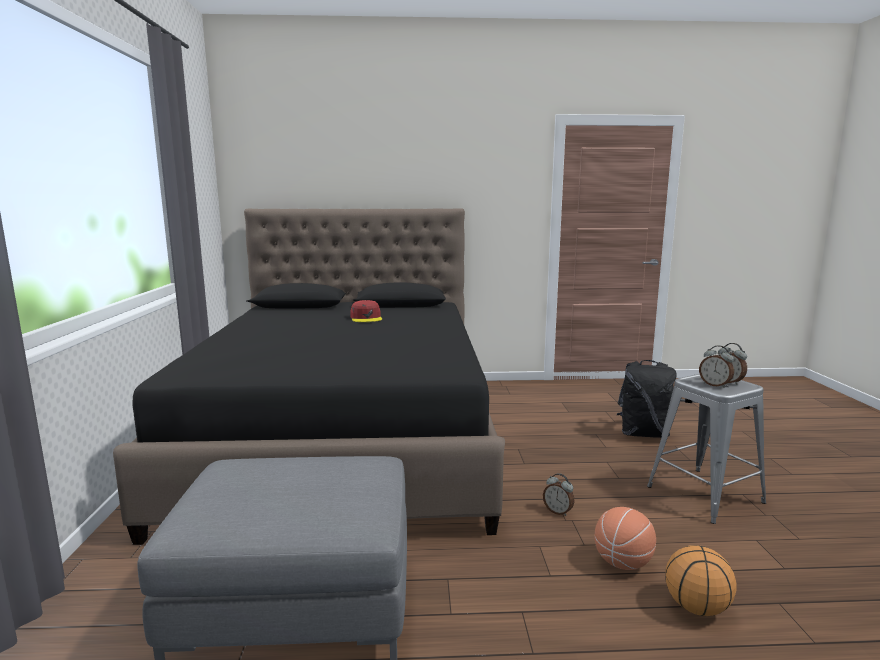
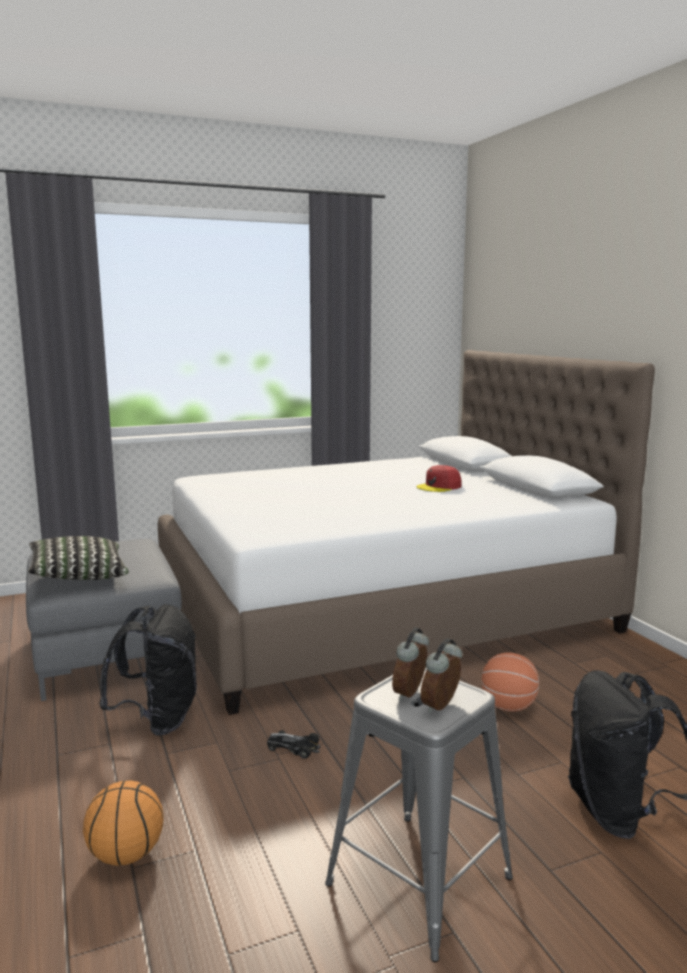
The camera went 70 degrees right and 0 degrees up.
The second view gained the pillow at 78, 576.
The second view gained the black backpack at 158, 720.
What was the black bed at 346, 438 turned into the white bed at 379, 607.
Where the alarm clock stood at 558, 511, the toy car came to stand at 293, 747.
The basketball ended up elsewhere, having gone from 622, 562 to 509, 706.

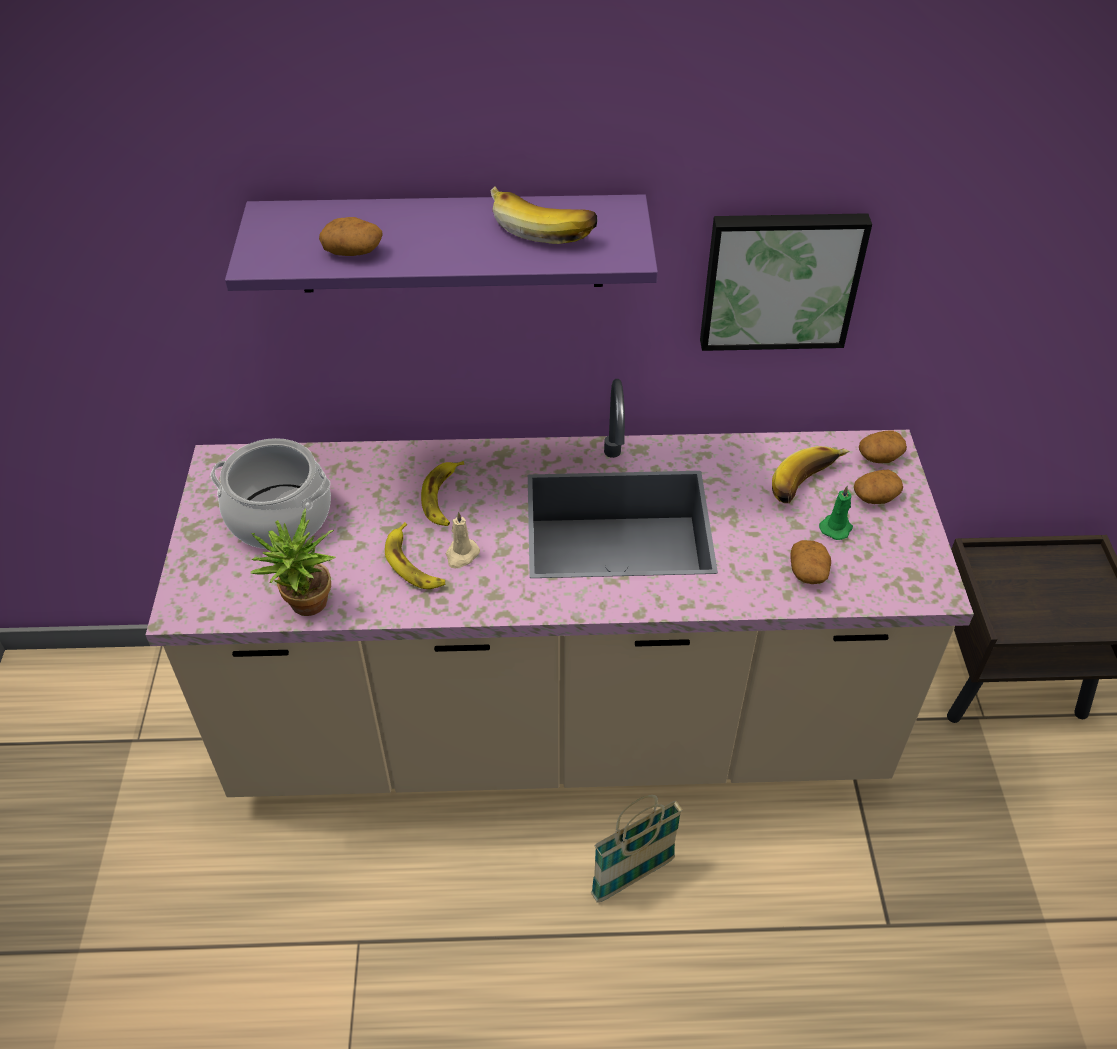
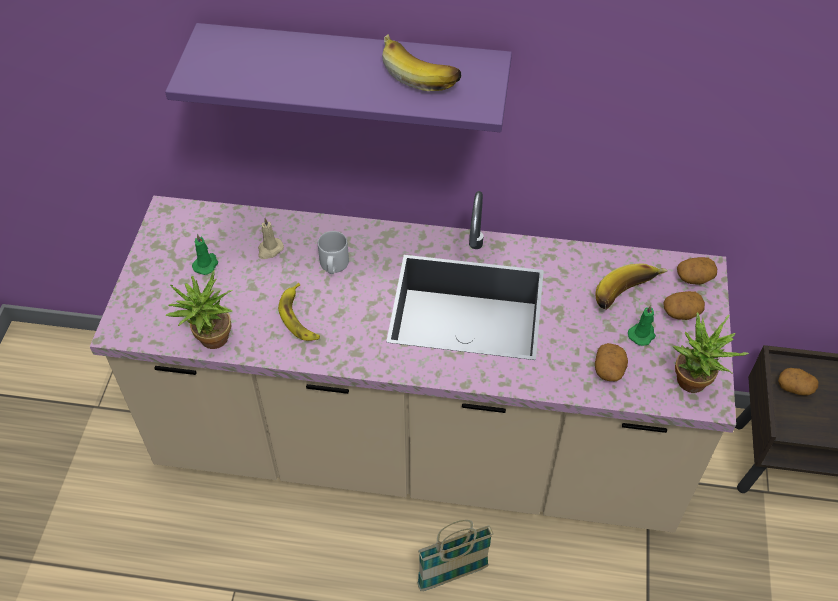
The camera went 10 degrees right and 5 degrees up.
Where the cooking pot stood at 280, 516, the green candle came to stand at 206, 264.
The beige candle ended up elsewhere, having gone from 461, 555 to 269, 250.
Where the banana stood at 443, 497, the grey mug came to stand at 333, 265.
The second view gained the potted plant at 694, 386.
The potato ended up elsewhere, having gone from 353, 251 to 795, 387.
The second view lost the picture at 780, 279.

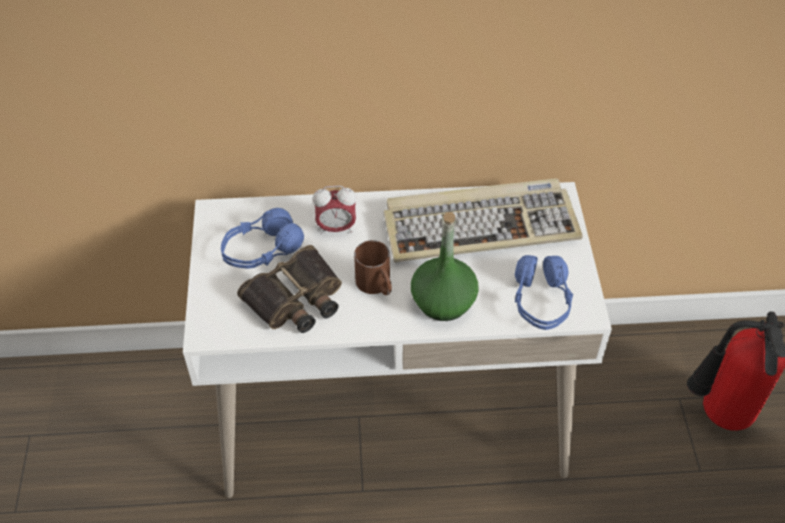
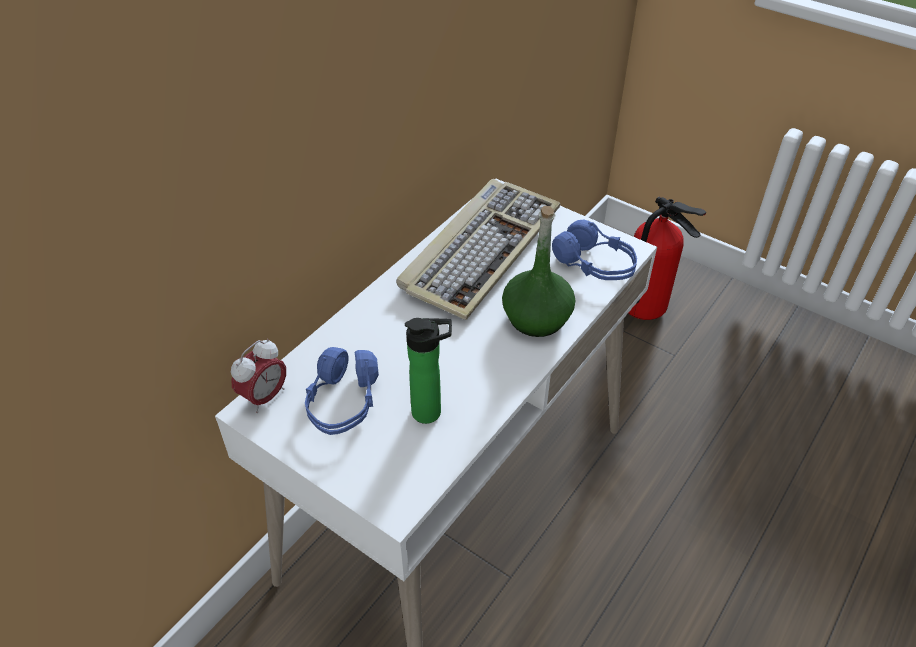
The camera went 50 degrees left and 5 degrees down.
The alarm clock ended up elsewhere, having gone from 336, 228 to 264, 397.
Where the binoculars stood at 296, 300, the bottle came to stand at 431, 412.
The second view lost the brown mug at 376, 285.

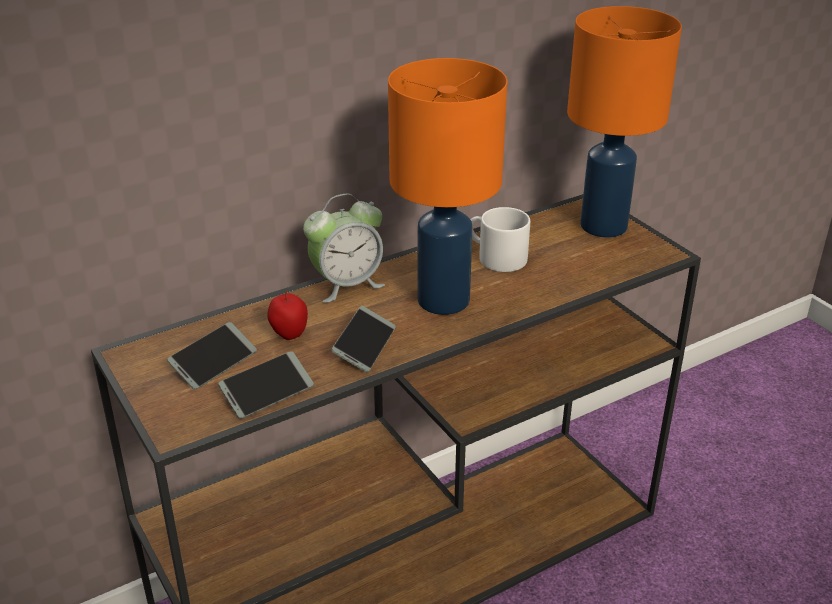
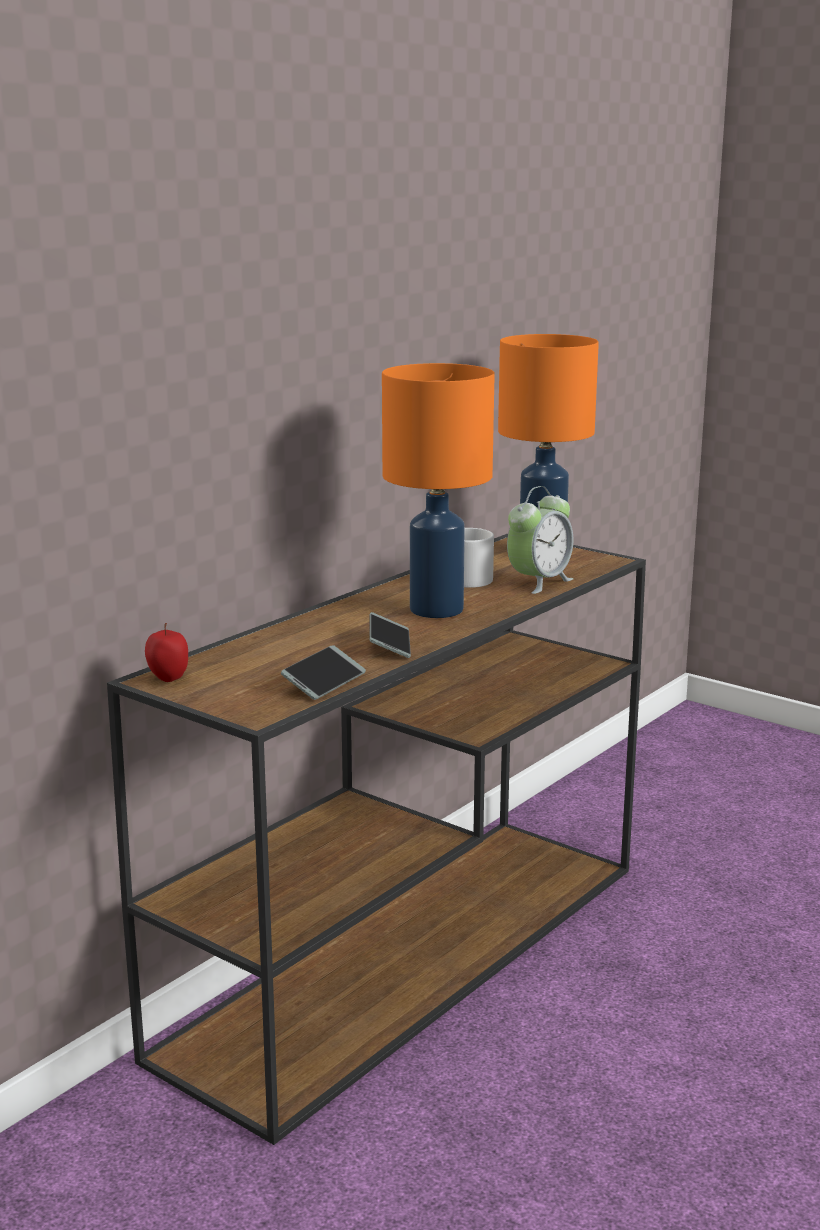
The camera went 20 degrees left and 15 degrees down.
The apple ended up elsewhere, having gone from 289, 335 to 168, 679.
The alarm clock ended up elsewhere, having gone from 347, 285 to 539, 582.
The second view lost the phone at 213, 363.

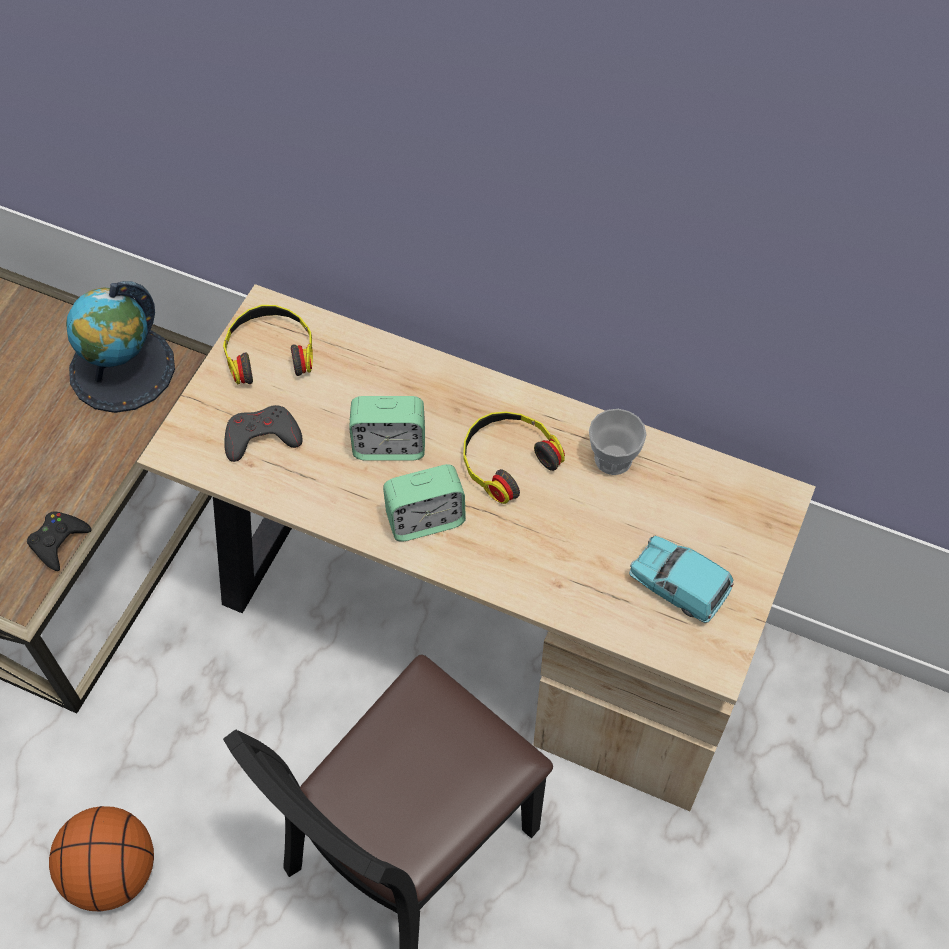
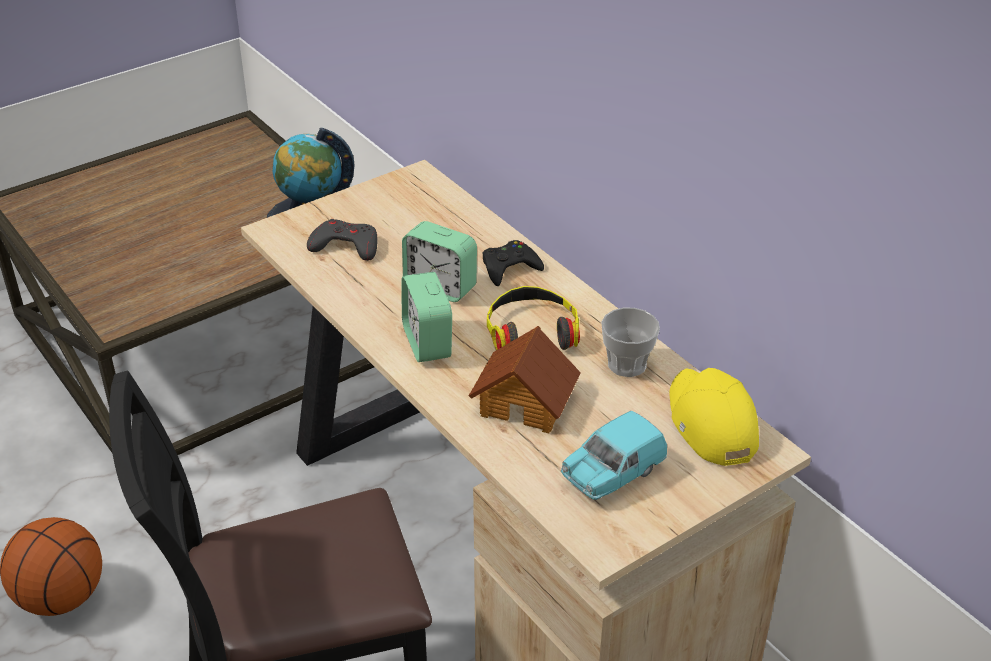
The camera went 30 degrees right and 20 degrees down.
The alarm clock at 425, 520 ended up facing another way, 60 degrees clockwise from before.
The second view gained the toy house at 526, 402.
The black game controller ended up elsewhere, having gone from 58, 542 to 509, 268.
The turquoise toy car at 678, 587 ended up facing another way, 105 degrees counterclockwise from before.
The second view gained the yellow cap at 710, 424.
The second view lost the headphones at 269, 351.

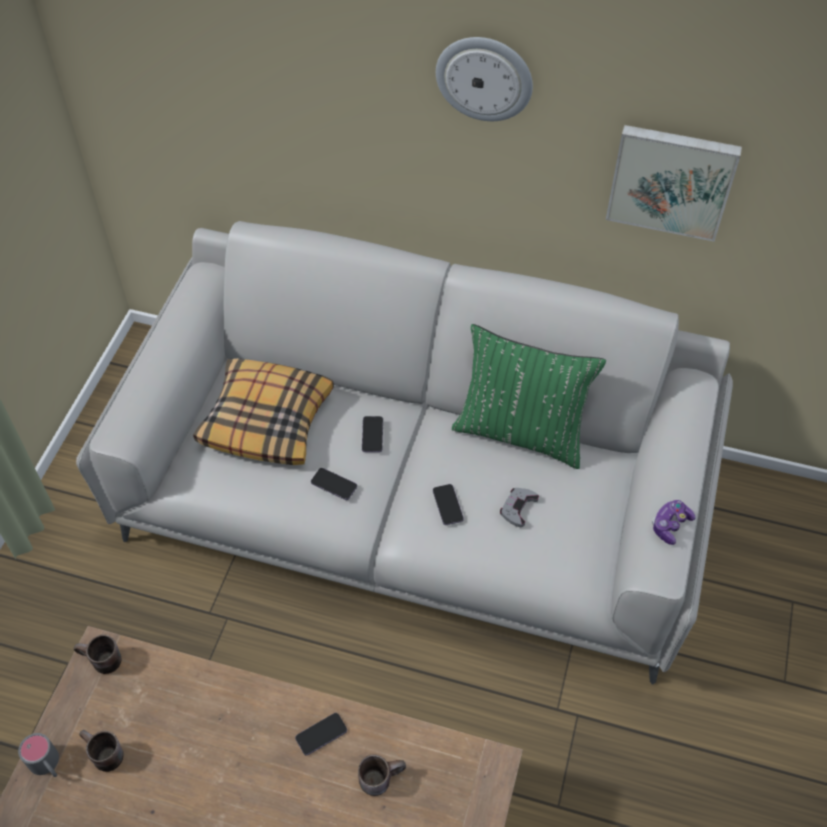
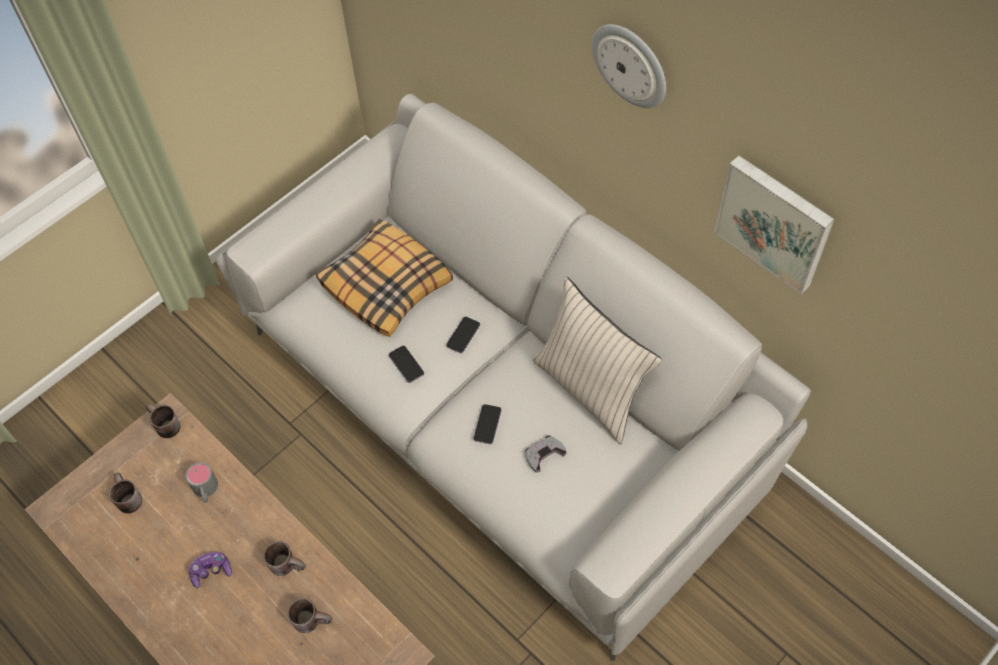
The camera went 30 degrees right and 5 degrees up.
The grey mug ended up elsewhere, having gone from 47, 765 to 206, 491.
The game controller ended up elsewhere, having gone from 670, 525 to 211, 571.
Where the phone stood at 321, 734, the brown mug came to stand at 288, 563.
What was the green pillow at 521, 432 turned into the beige pillow at 590, 389.

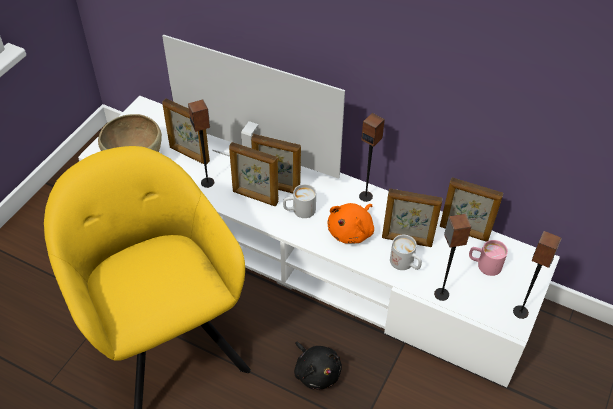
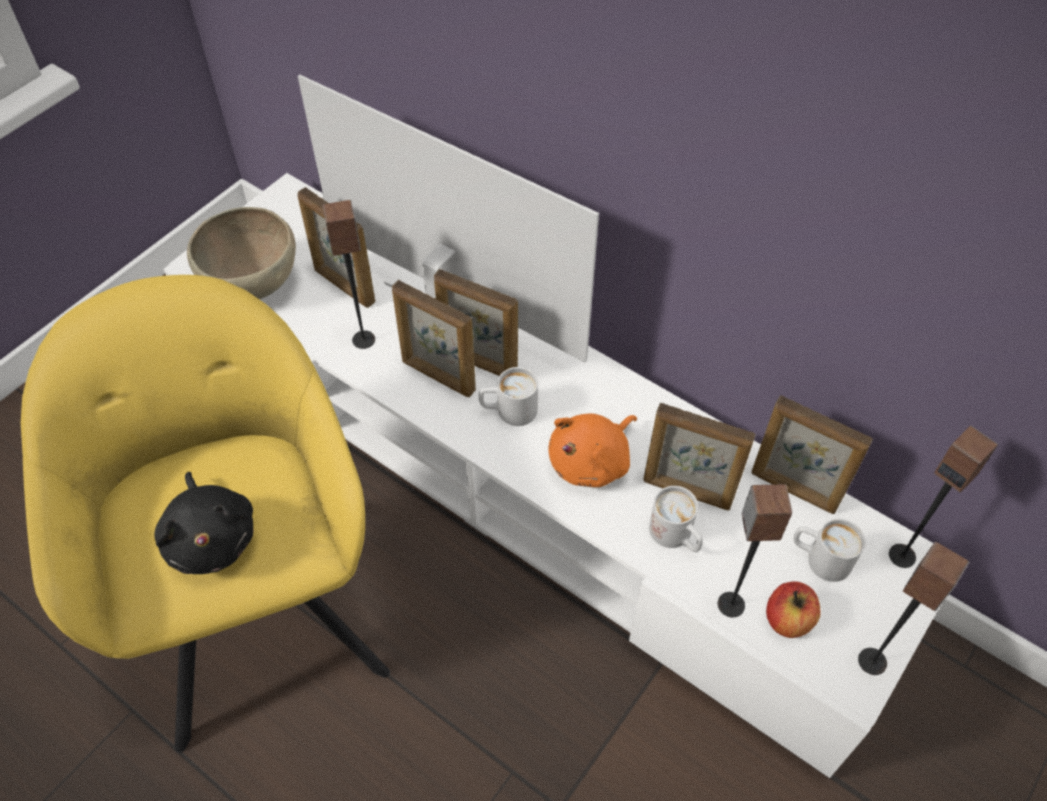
The camera went 10 degrees right and 5 degrees up.
The black plush toy ended up elsewhere, having gone from 316, 372 to 211, 538.
The second view gained the apple at 788, 619.
What was the pink mug at 484, 265 turned into the white mug at 819, 558.
The speaker ended up elsewhere, having gone from 366, 196 to 902, 555.

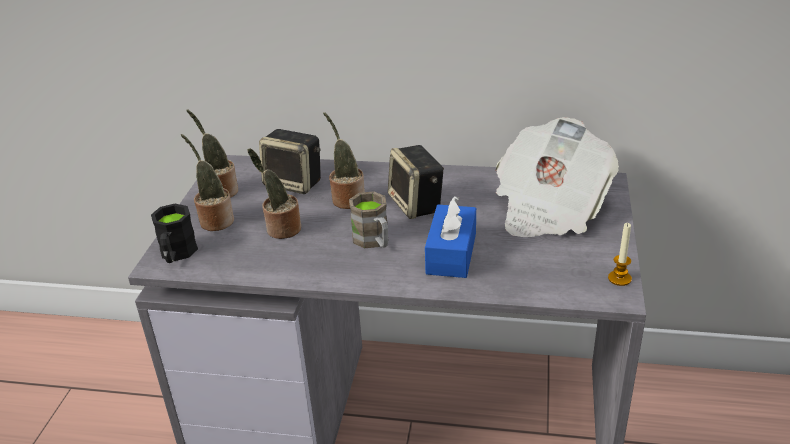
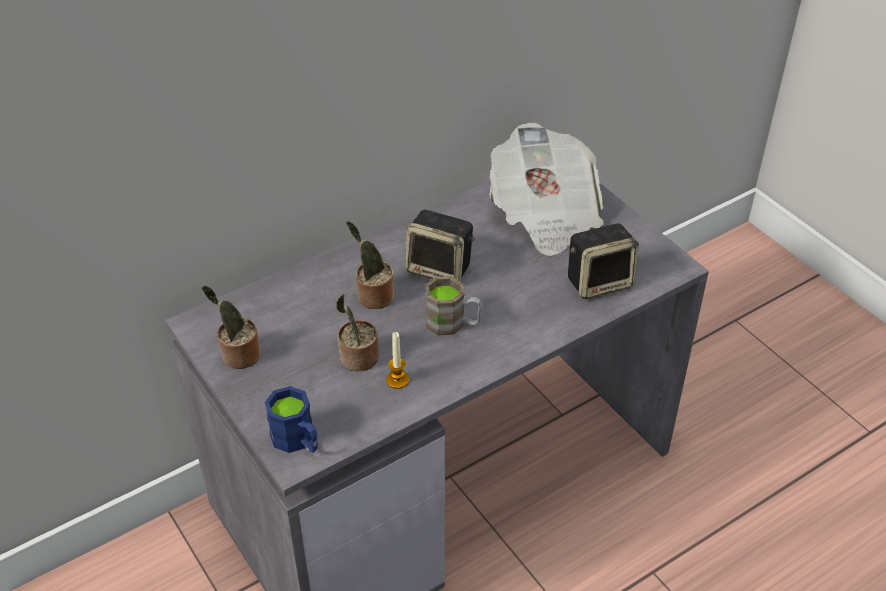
The camera went 45 degrees left and 10 degrees up.
What was the black mug at 177, 254 turned into the blue mug at 298, 441.
The candle ended up elsewhere, having gone from 619, 278 to 397, 380.
The speaker ended up elsewhere, having gone from 295, 183 to 599, 281.
The second view lost the potted plant at 215, 221.
The second view lost the blue tissue box at 451, 253.

